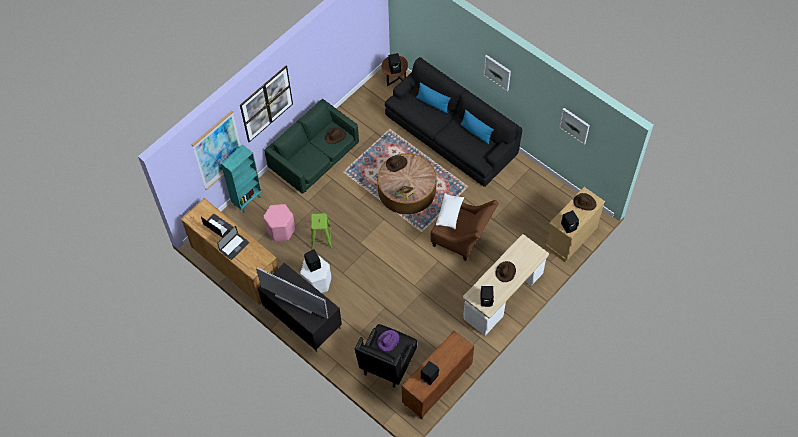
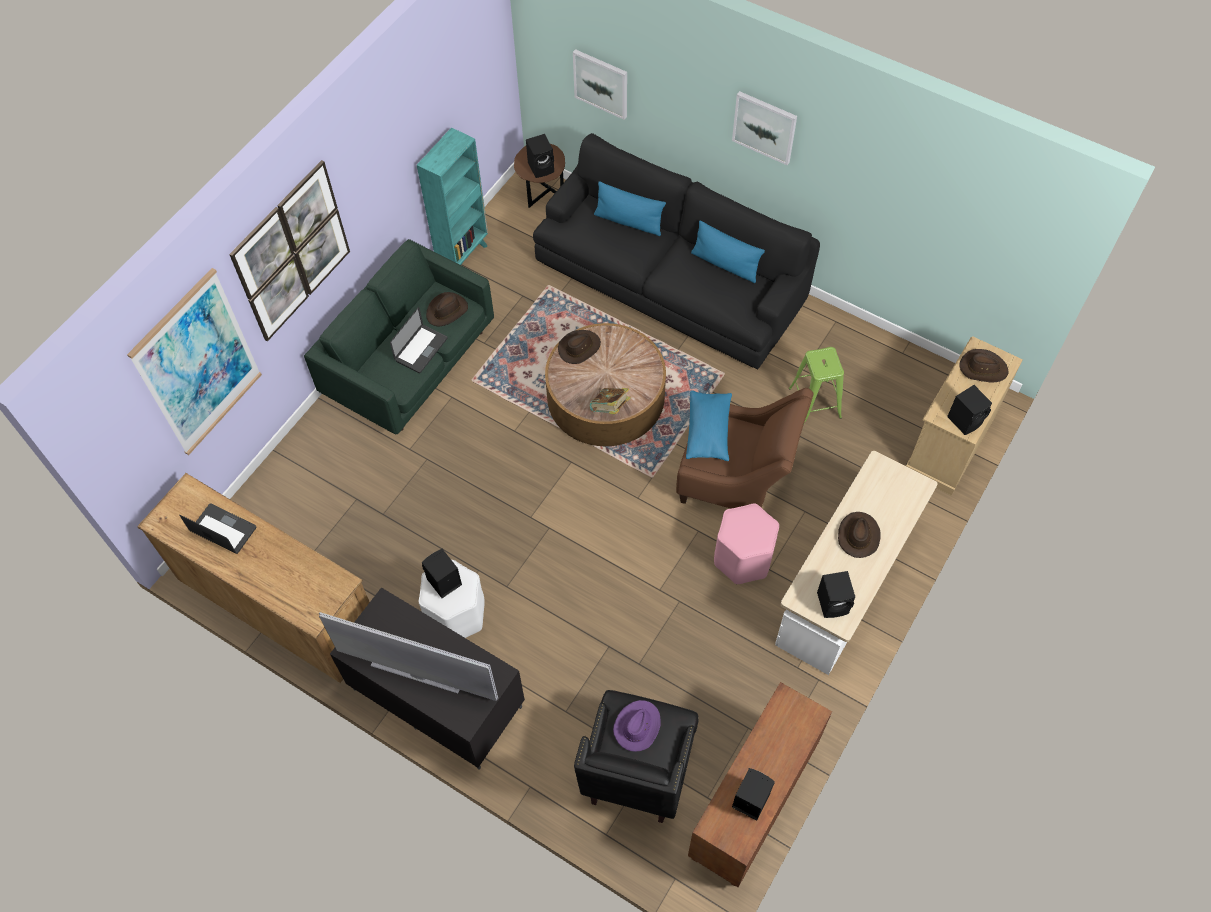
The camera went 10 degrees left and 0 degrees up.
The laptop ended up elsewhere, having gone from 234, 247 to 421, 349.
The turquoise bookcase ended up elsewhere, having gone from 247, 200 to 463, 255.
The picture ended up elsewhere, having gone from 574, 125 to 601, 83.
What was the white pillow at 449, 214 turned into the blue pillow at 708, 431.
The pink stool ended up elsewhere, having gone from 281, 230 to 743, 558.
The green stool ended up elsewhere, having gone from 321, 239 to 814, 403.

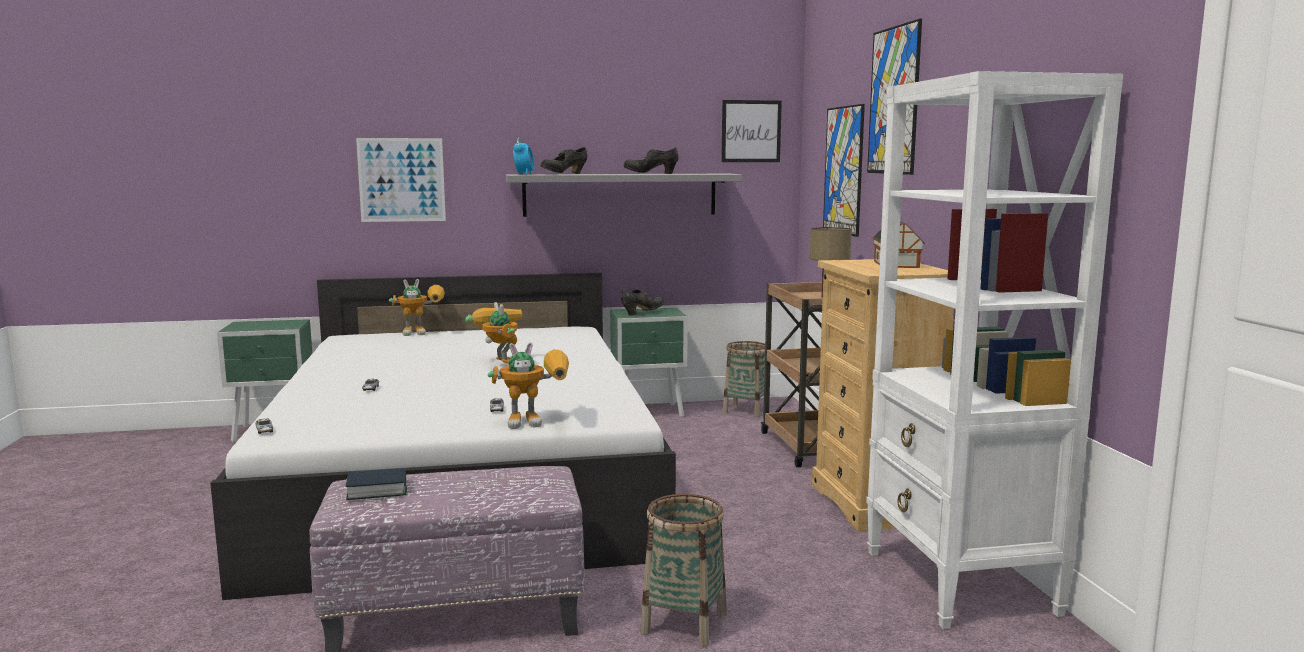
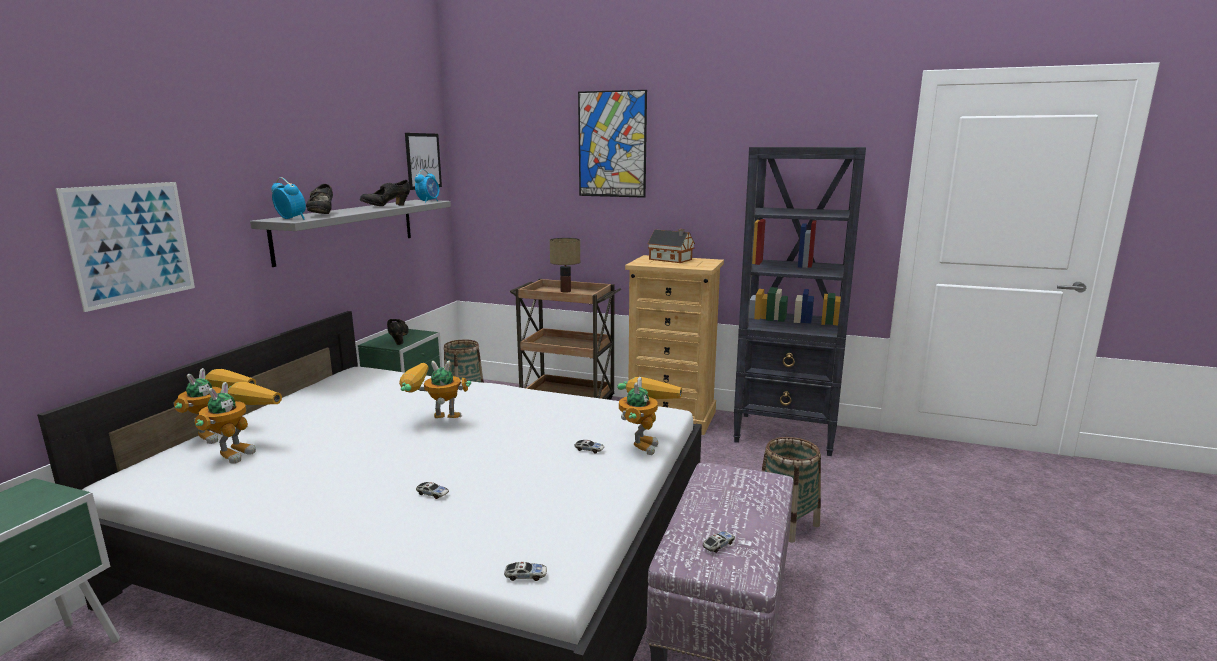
The camera went 60 degrees left and 5 degrees up.
The second view gained the toy robot at 242, 450.
The second view gained the alarm clock at 428, 201.
Where the book stood at 377, 490, the toy car came to stand at 718, 545.
What was the white bookcase at 960, 583 turned into the black bookcase at 786, 434.
The second view lost the picture at 843, 170.

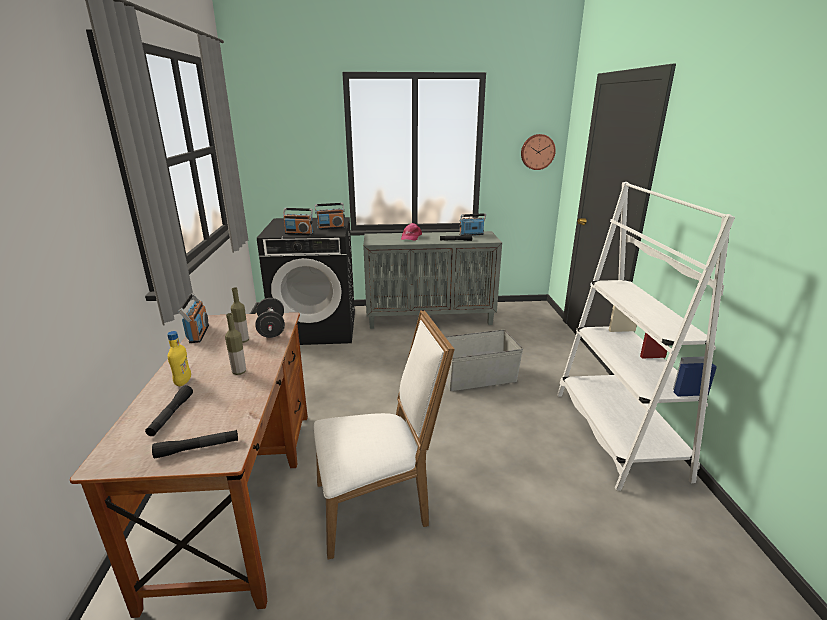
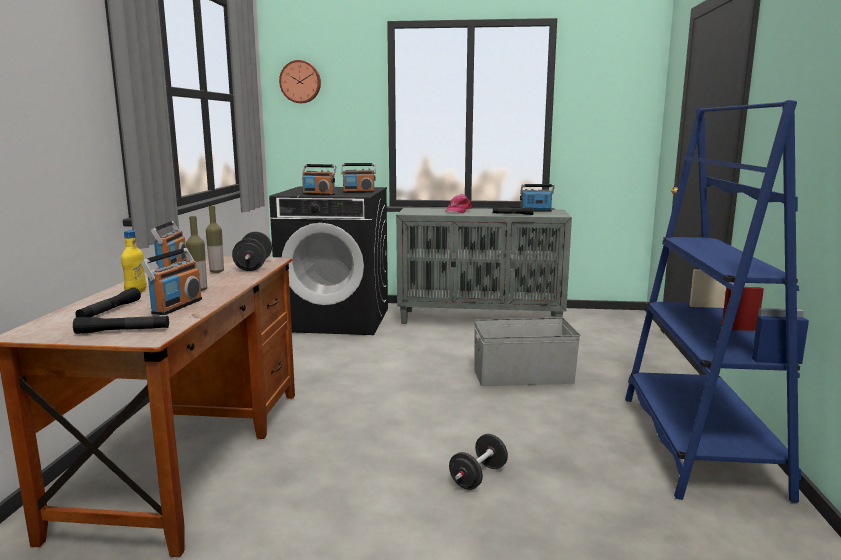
The camera went 10 degrees right and 10 degrees down.
The second view gained the radio at 176, 306.
The wall clock ended up elsewhere, having gone from 537, 152 to 300, 82.
The second view gained the black dumbbell at 478, 477.
What was the white bookcase at 617, 433 turned into the blue bookcase at 698, 443.
The second view lost the white chair at 378, 505.

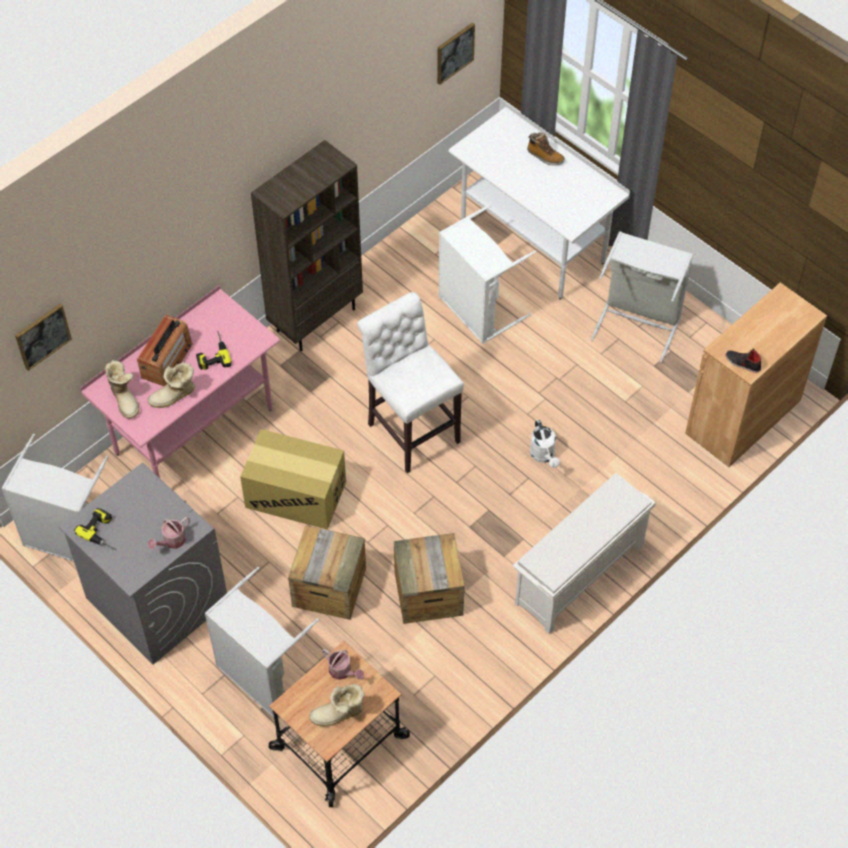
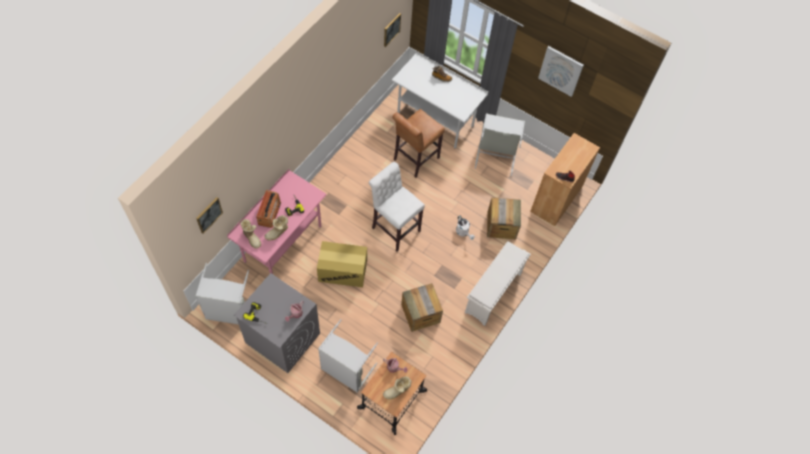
The camera went 15 degrees left and 5 degrees up.
Where the white laundry basket stood at 476, 310, the brown stool came to stand at 414, 160.
The crate ended up elsewhere, having gone from 329, 587 to 501, 225.
The second view gained the picture at 560, 70.
The second view lost the brown bookcase at 315, 319.

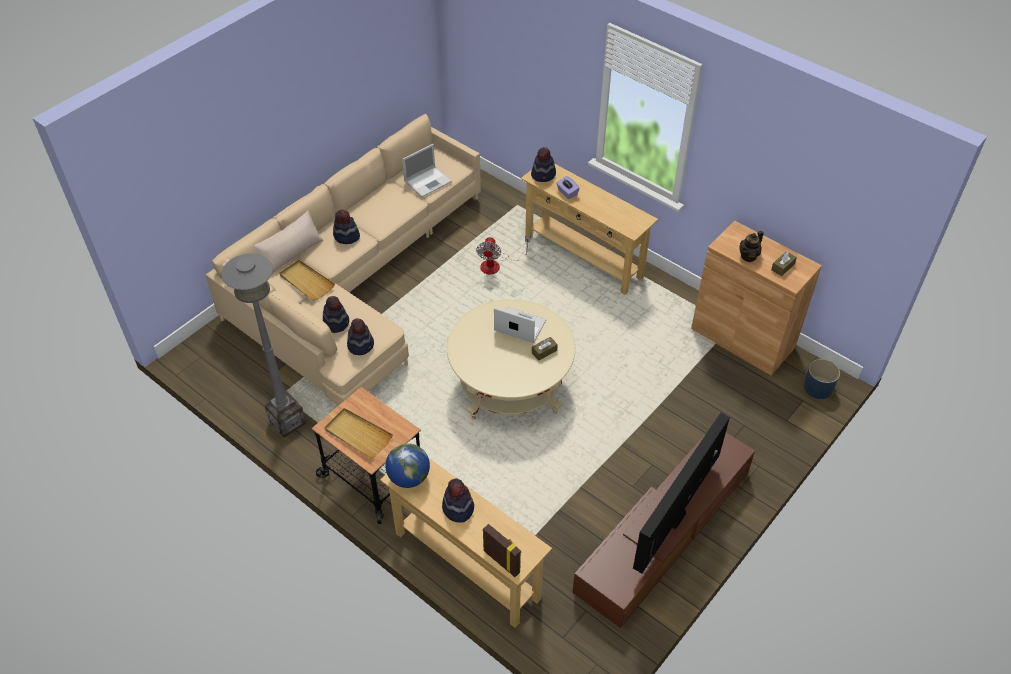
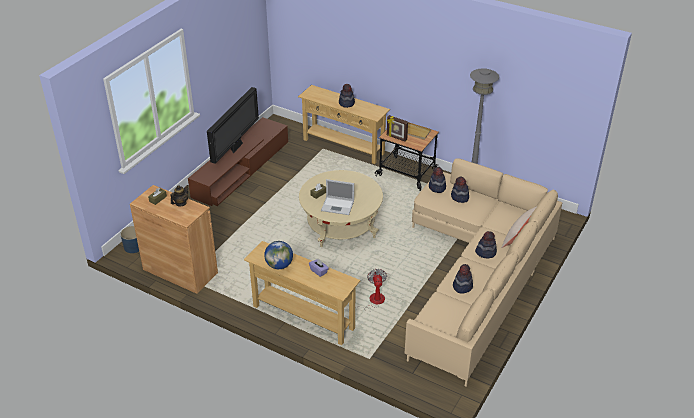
The camera went 170 degrees right and 10 degrees down.
The globe ended up elsewhere, having gone from 409, 477 to 279, 265.
The picture frame ended up elsewhere, having gone from 502, 561 to 396, 138.
The hat ended up elsewhere, having gone from 543, 175 to 462, 286.
The second view lost the beige tray at 306, 282.
The second view lost the laptop at 428, 181.

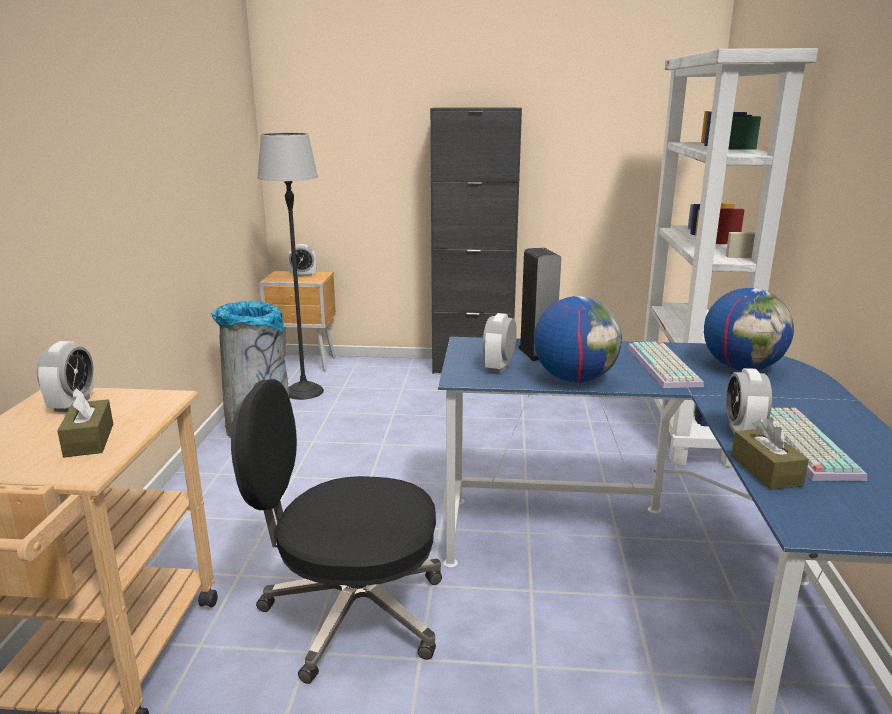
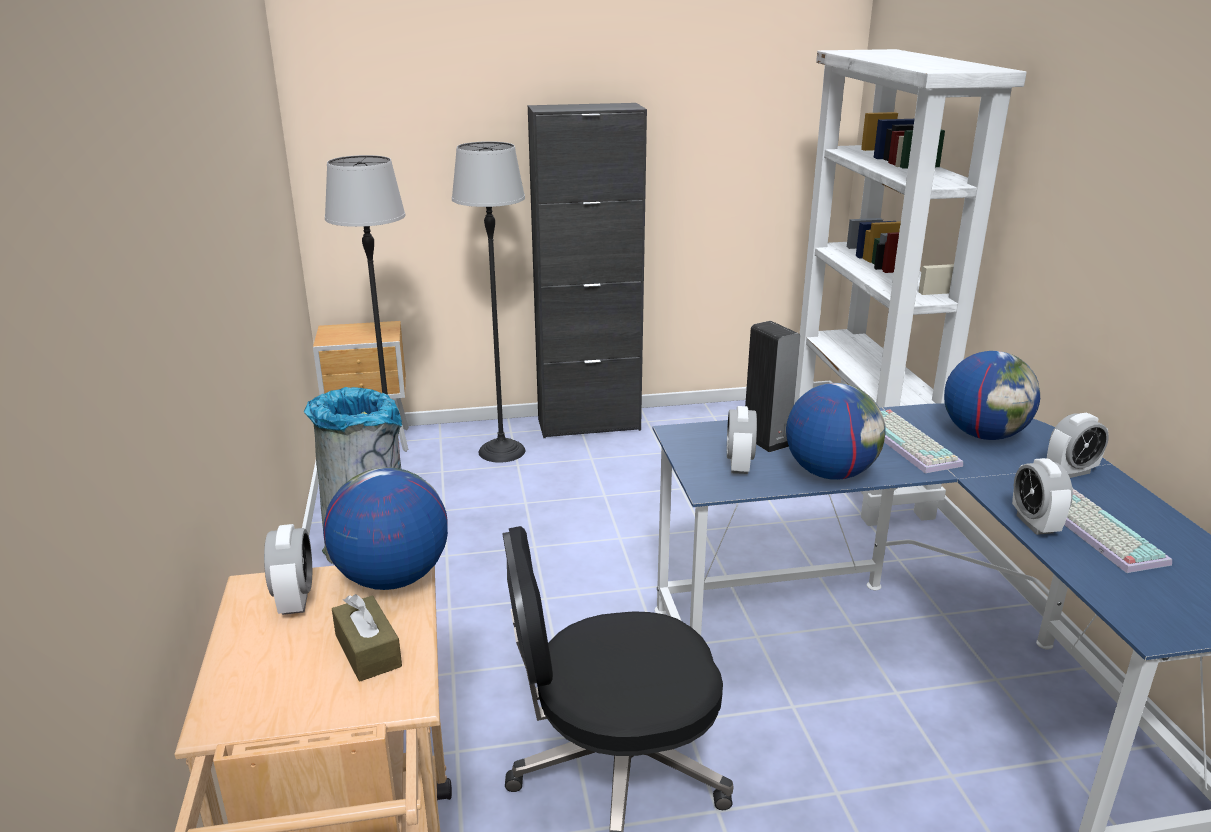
The camera went 15 degrees left and 5 degrees up.
The second view gained the globe at 391, 578.
The second view gained the floor lamp at 502, 451.
The alarm clock ended up elsewhere, having gone from 303, 275 to 1070, 472.
The second view lost the brown tissue box at 765, 471.

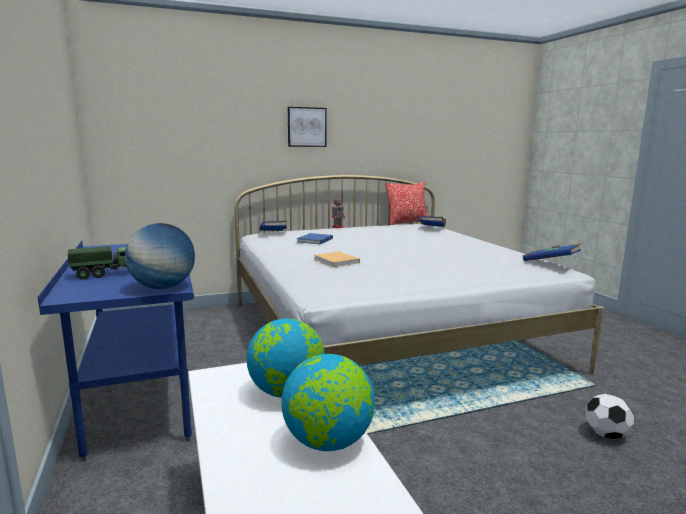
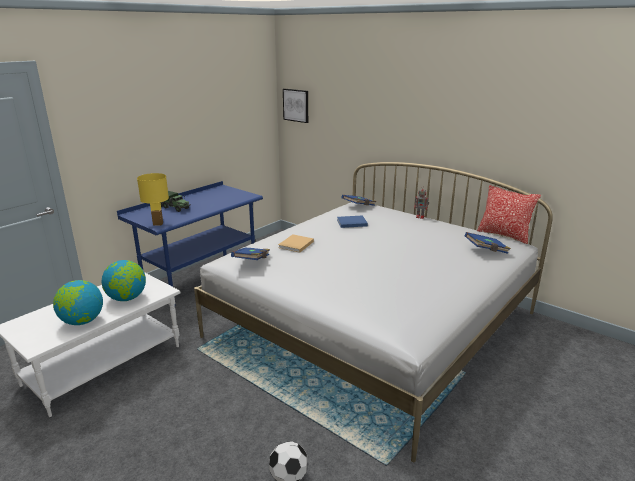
The camera went 60 degrees right and 10 degrees up.
Where the globe stood at 163, 287, the yellow table lamp came to stand at 158, 224.
The blue book ended up elsewhere, having gone from 550, 262 to 252, 261.
The picture ended up elsewhere, having gone from 306, 127 to 296, 105.

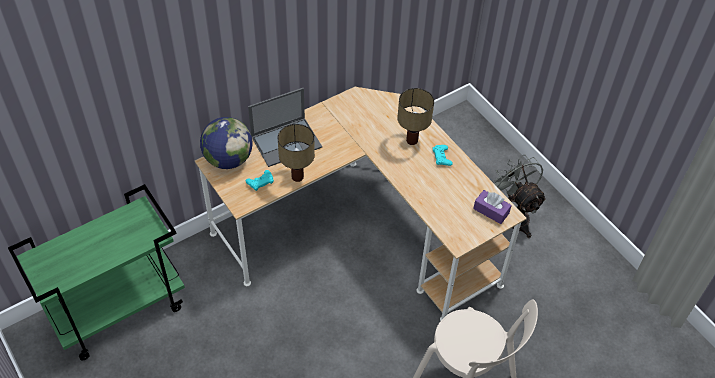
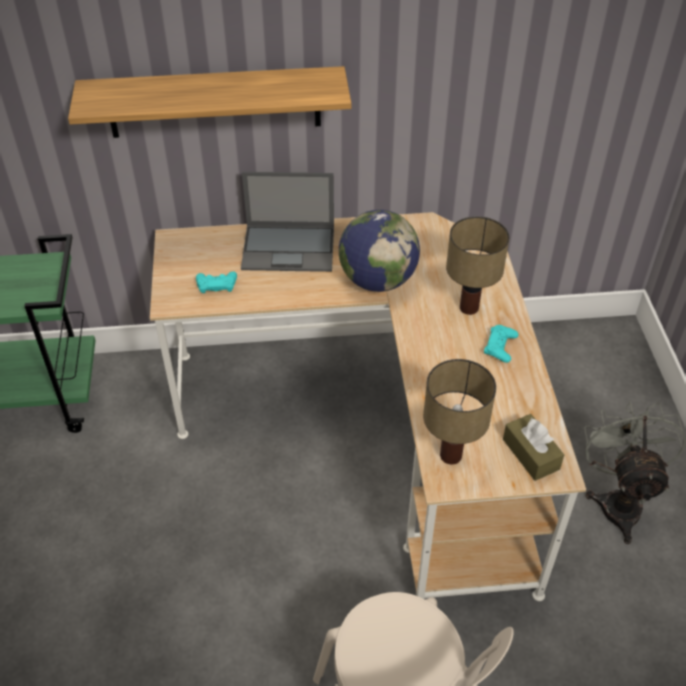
The camera went 30 degrees right and 5 degrees down.
The second view gained the shelf at 214, 102.
The globe ended up elsewhere, having gone from 228, 159 to 377, 280.
The table lamp ended up elsewhere, having gone from 298, 177 to 452, 456.
What was the purple tissue box at 491, 211 turned into the brown tissue box at 530, 454.

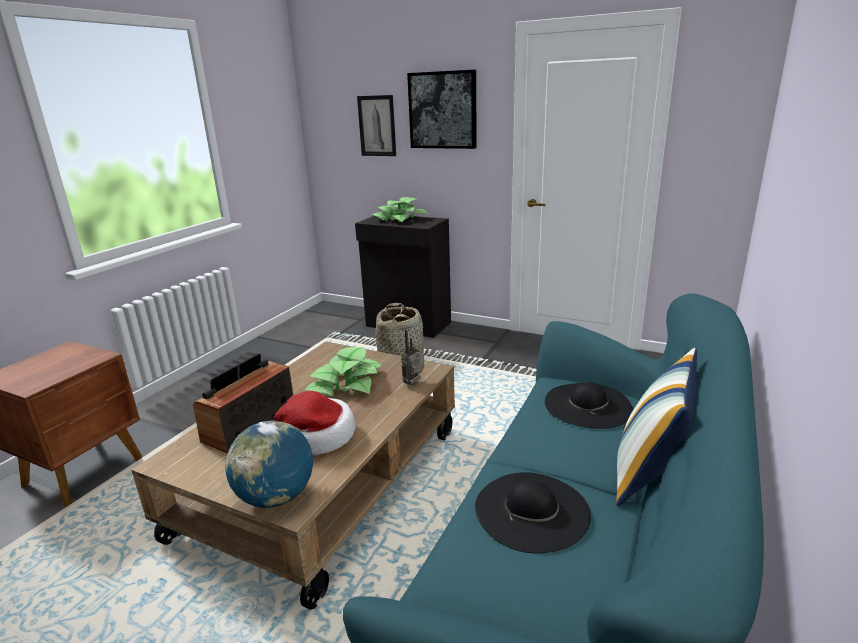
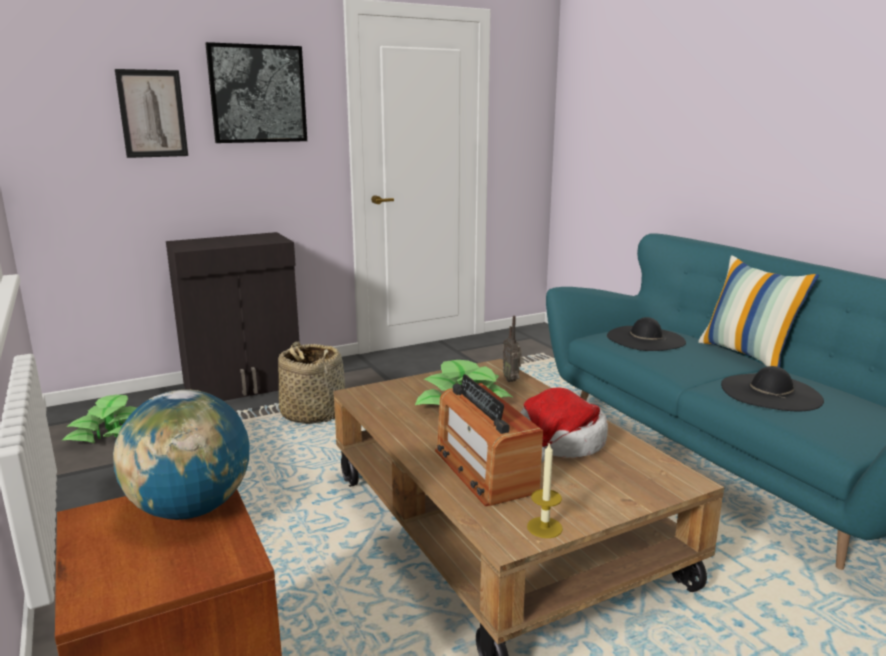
The camera went 55 degrees left and 5 degrees down.
The potted plant ended up elsewhere, having gone from 399, 219 to 107, 432.
The globe ended up elsewhere, having gone from 276, 497 to 191, 509.
The second view gained the candle at 544, 527.

